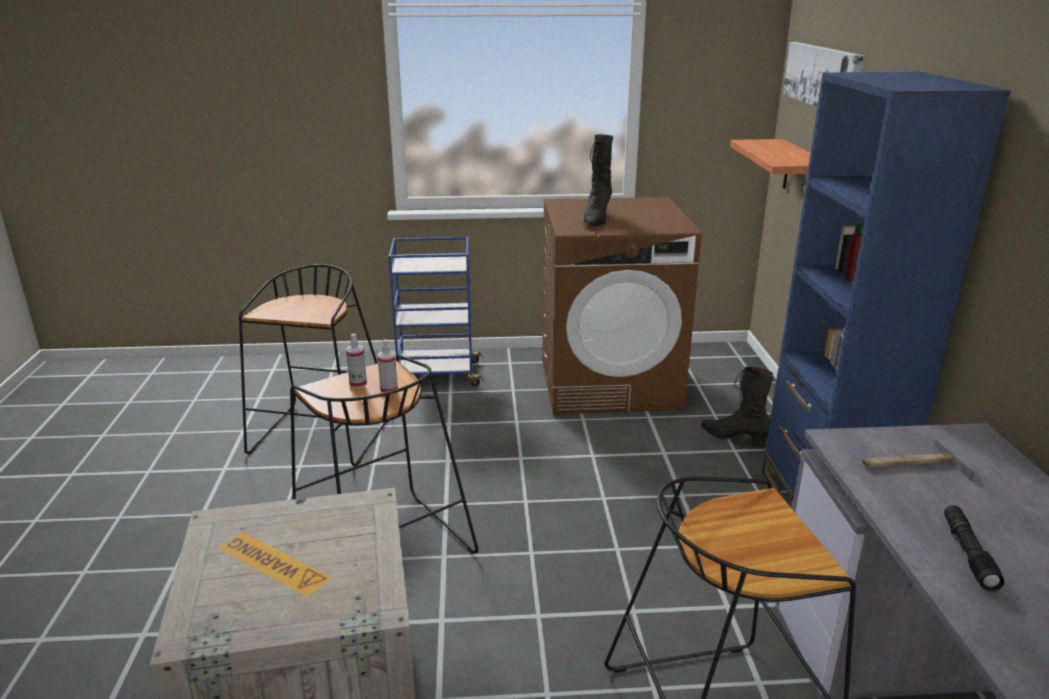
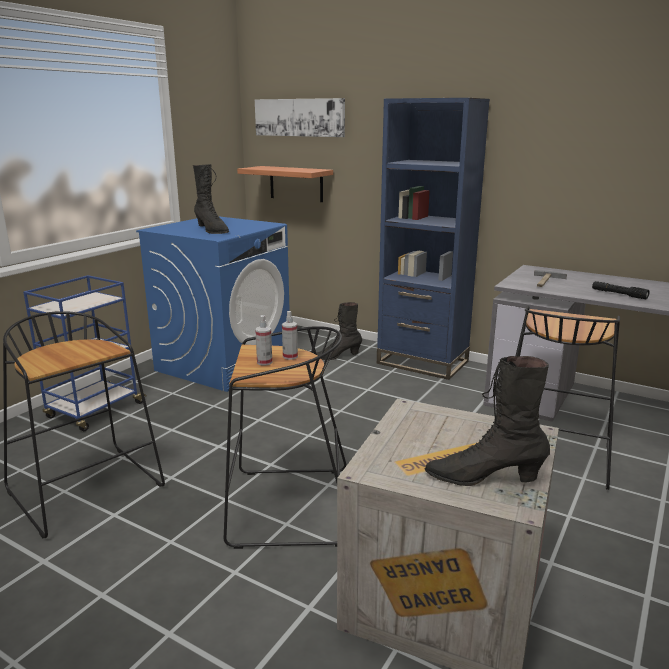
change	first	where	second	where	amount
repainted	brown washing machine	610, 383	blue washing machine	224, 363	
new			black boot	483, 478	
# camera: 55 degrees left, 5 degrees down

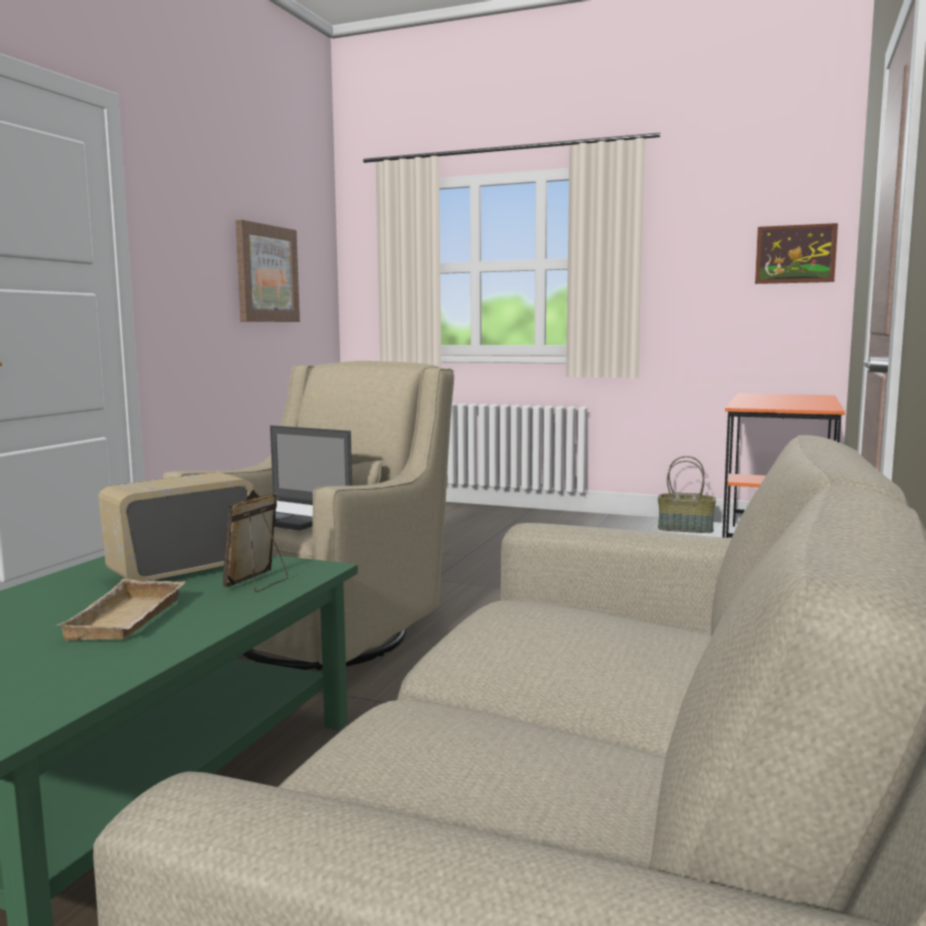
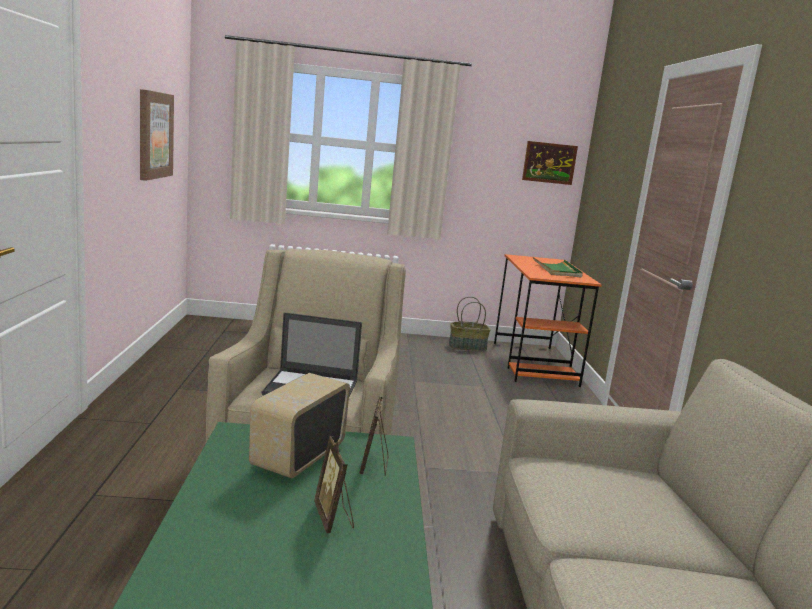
change	first	where	second	where	amount
swapped	beige tray	130, 620	picture frame	334, 518	
new			green tray	557, 270	
# camera: 25 degrees left, 5 degrees up

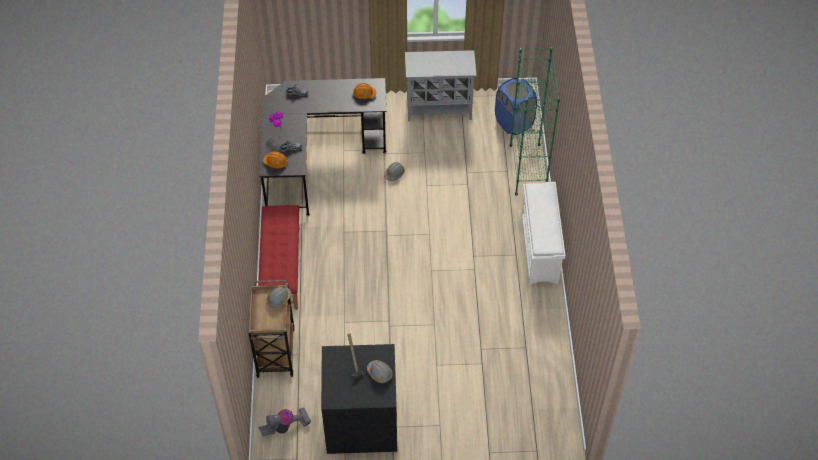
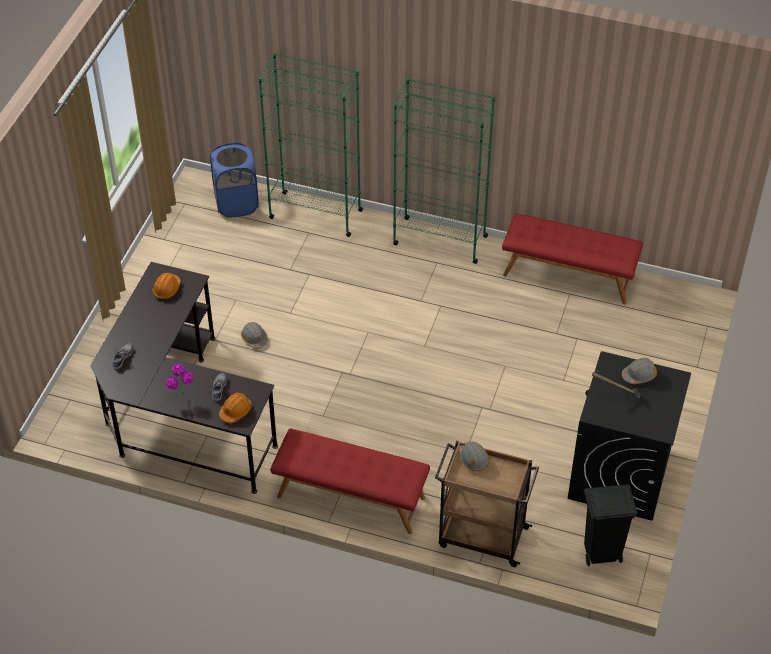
change	first	where	second	where	amount
swapped	white shoe rack	540, 250	green bookcase	439, 240	
new			red bench	569, 274	
swapped	vacuum cleaner	286, 427	black trash can	600, 553	
gone	grey cabinet	439, 109			
# camera: 70 degrees left, 5 degrees down

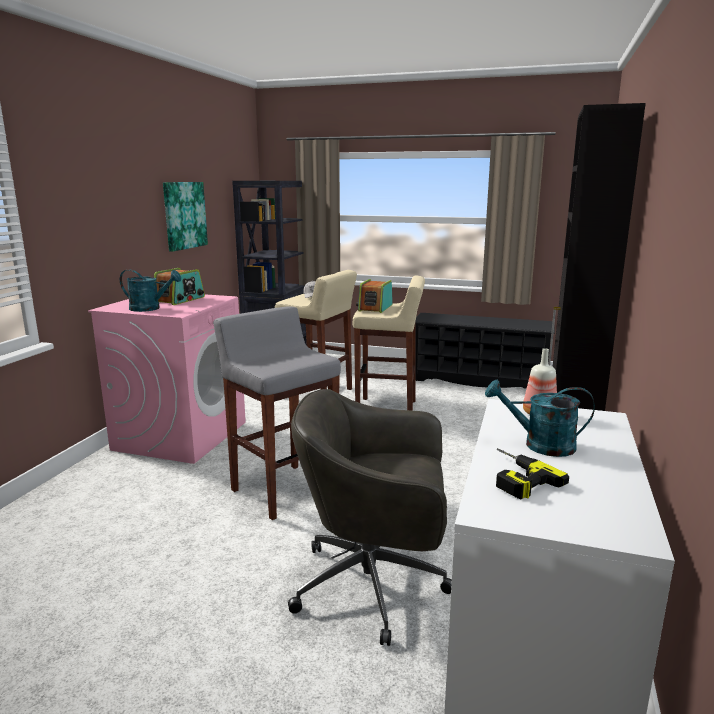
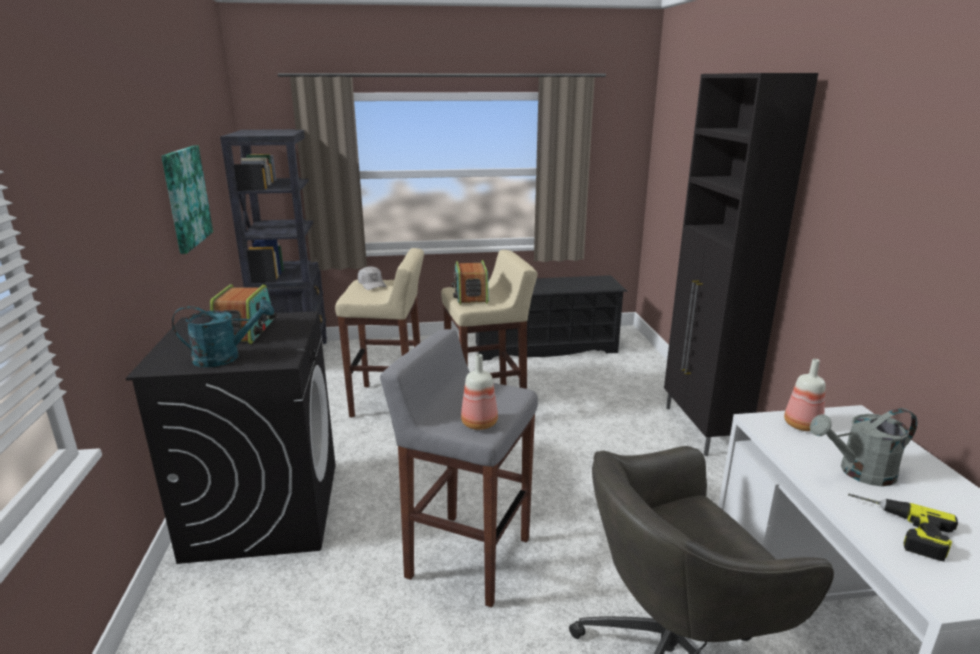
change	first	where	second	where	amount
repainted	pink washing machine	181, 435	black washing machine	264, 509	
new			bottle	478, 423	
repainted	turquoise watering can	540, 445	grey watering can	859, 472	
# camera: 25 degrees left, 5 degrees up

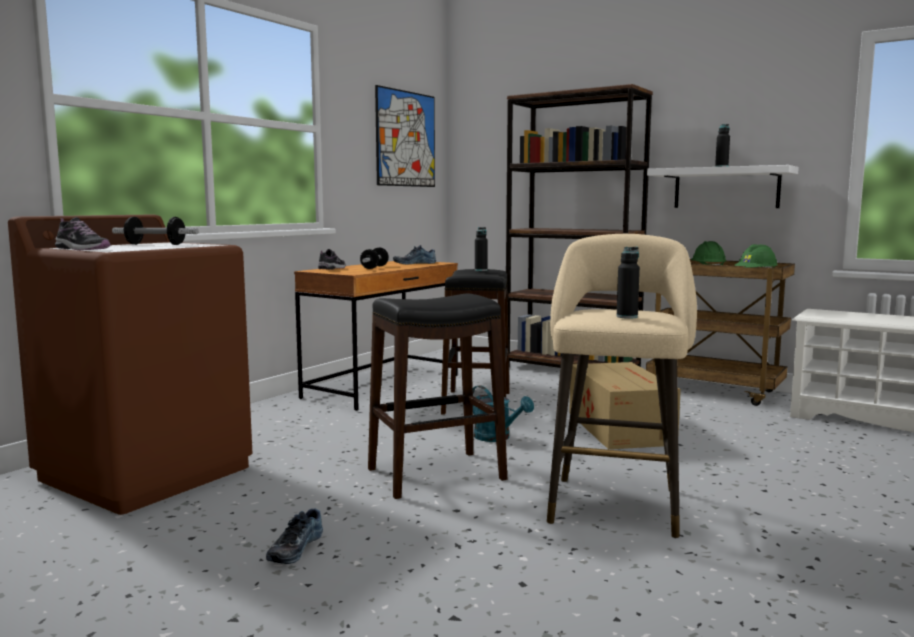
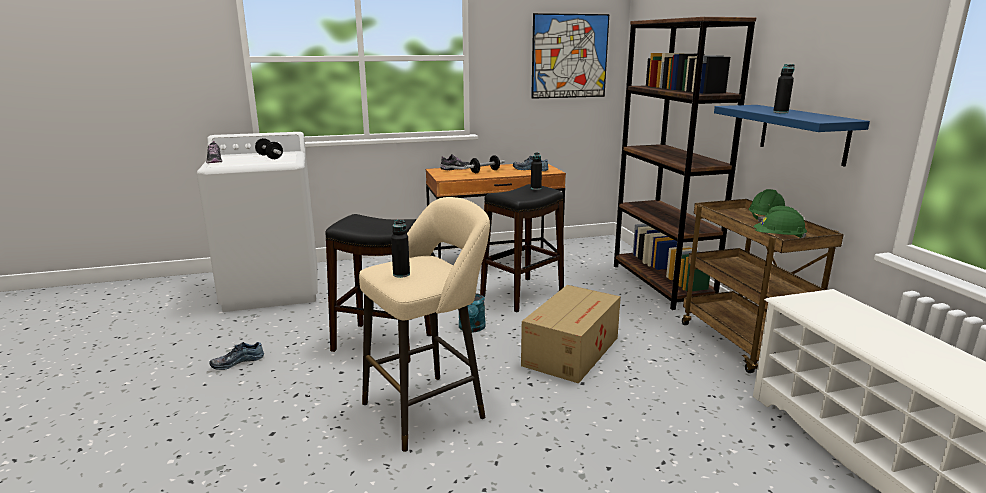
change	first	where	second	where	amount
repainted	brown washing machine	147, 472	white washing machine	273, 289	
repainted	white shelf	726, 188	blue shelf	803, 134	
# camera: 40 degrees right, 10 degrees up

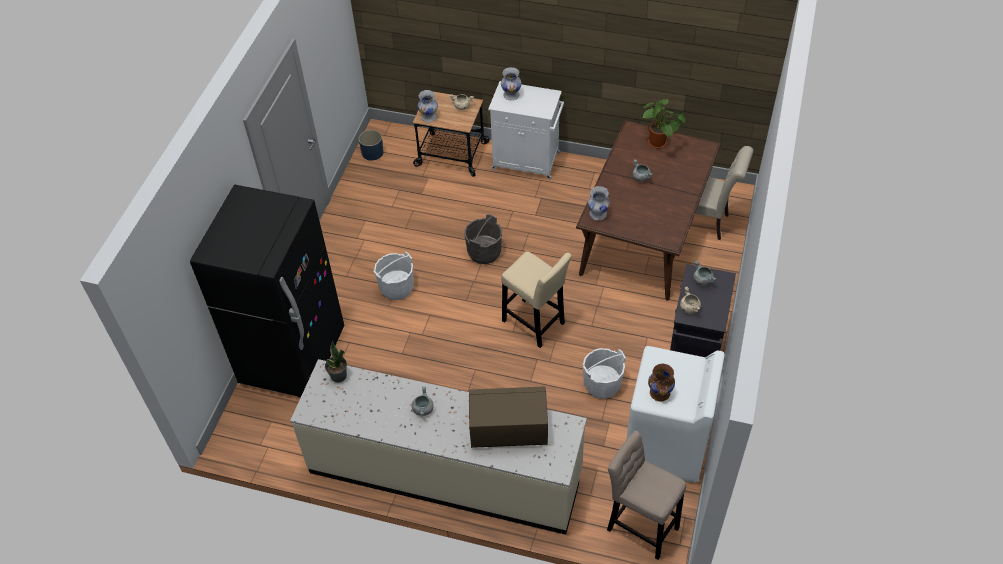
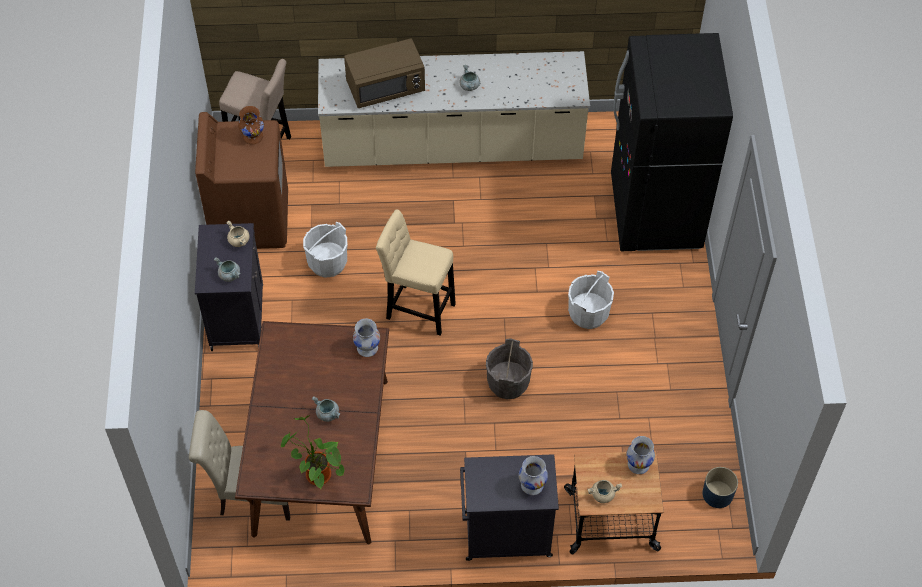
change	first	where	second	where	amount
repainted	white washing machine	666, 445	brown washing machine	250, 219	
repainted	white cabinet	527, 161	black cabinet	505, 534	
gone	potted plant	338, 376			
# camera: 160 degrees right, 5 degrees up

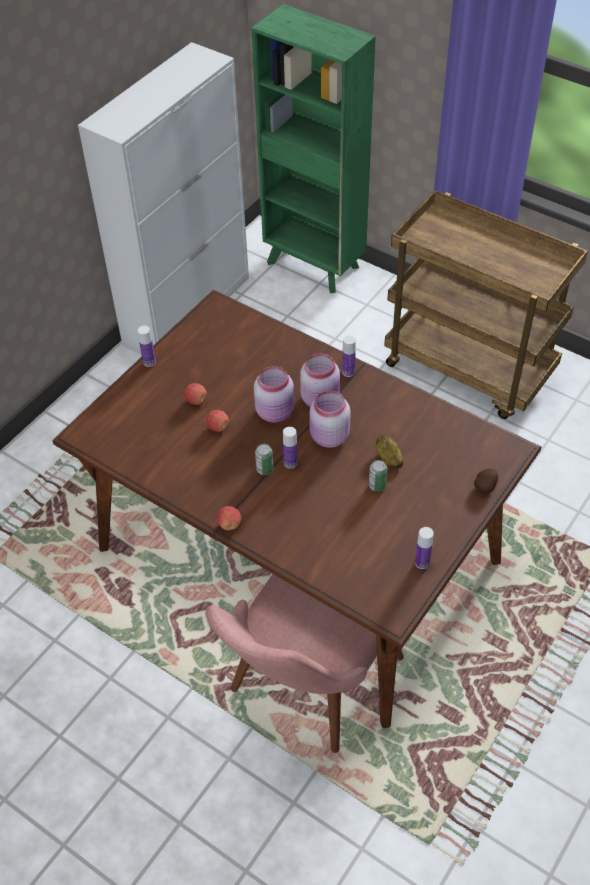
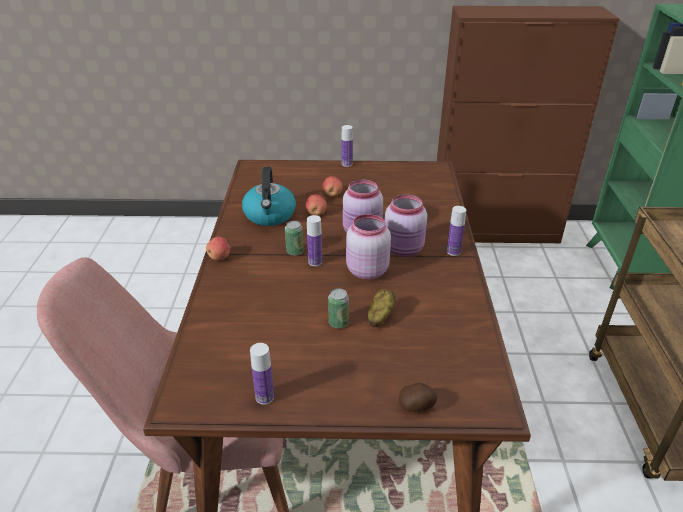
change	first	where	second	where	amount
new			kettle	270, 215	
repainted	white cabinet	188, 310	brown cabinet	494, 232	
# camera: 55 degrees right, 15 degrees down

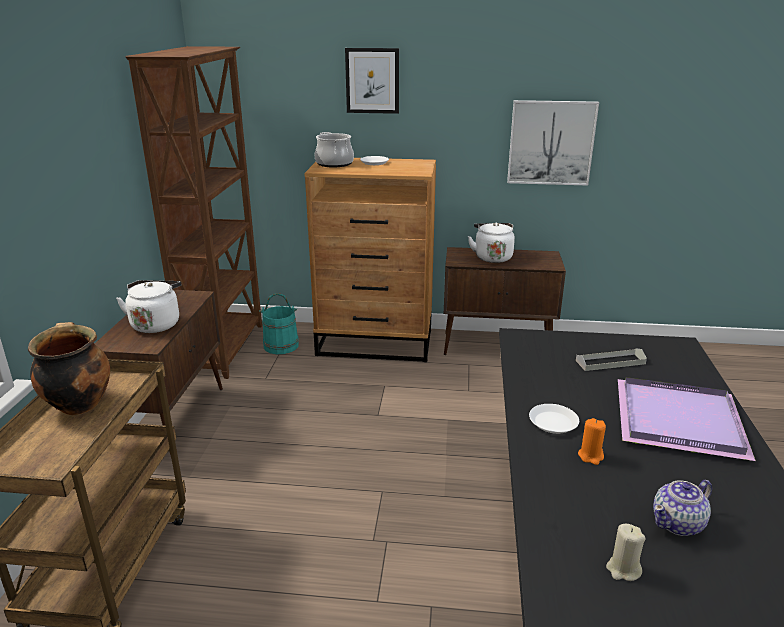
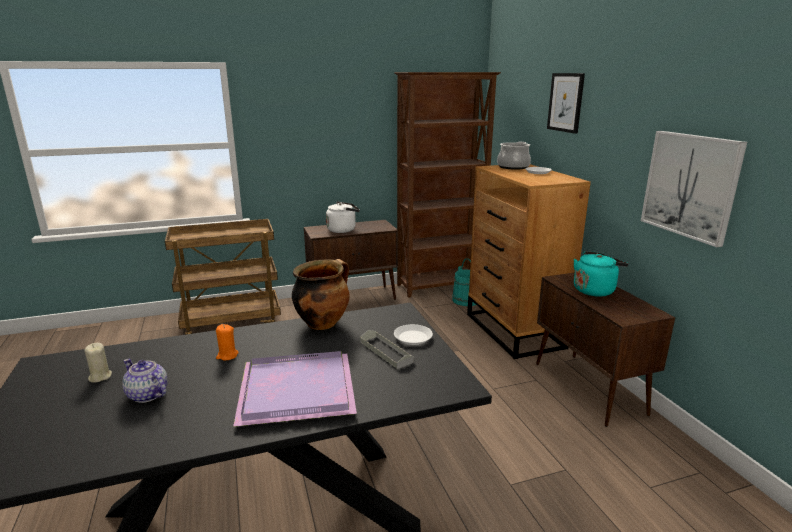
change	first	where	second	where	amount
shifted	cooking pot	78, 404		323, 323	
shifted	white plate	553, 422		413, 337	
repainted	white kettle	492, 257	turquoise kettle	595, 290	
# camera: 65 degrees right, 5 degrees down

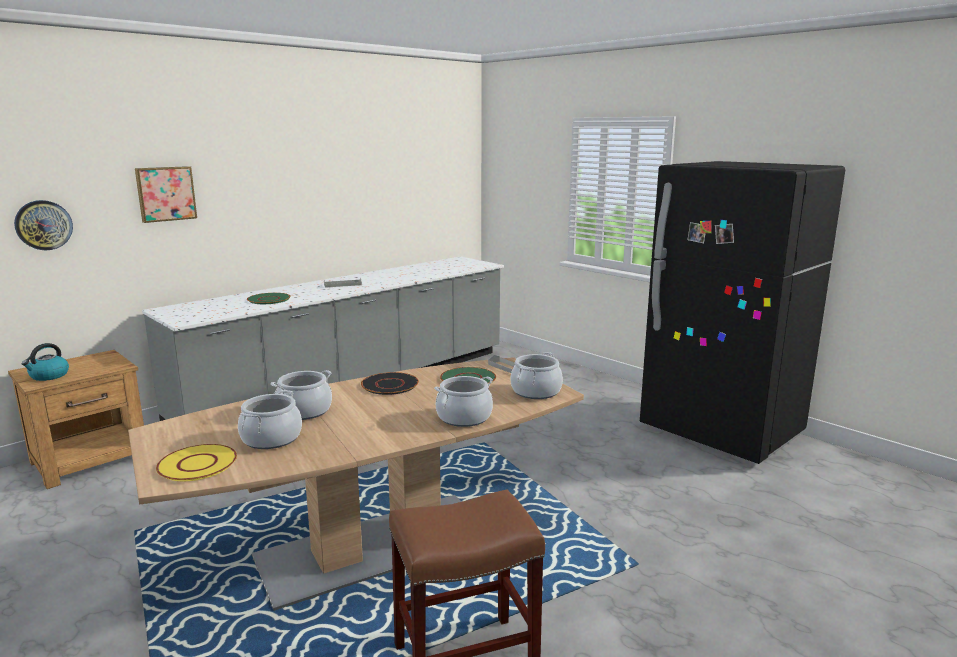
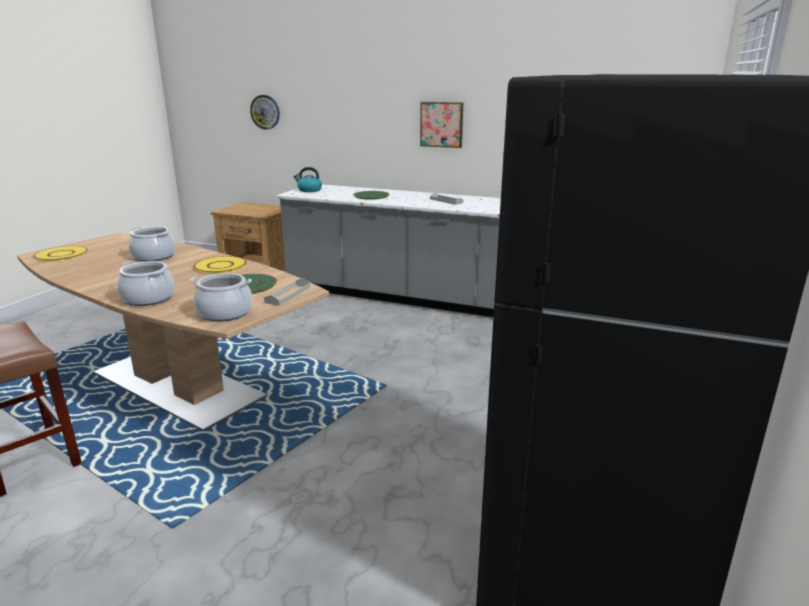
change	first	where	second	where	amount
repainted	black plate	390, 384	yellow plate	220, 266	
shifted	kettle	49, 376		309, 190	
shifted	picture	165, 193		442, 124	
gone	cooking pot	271, 438			
# camera: 65 degrees right, 5 degrees up

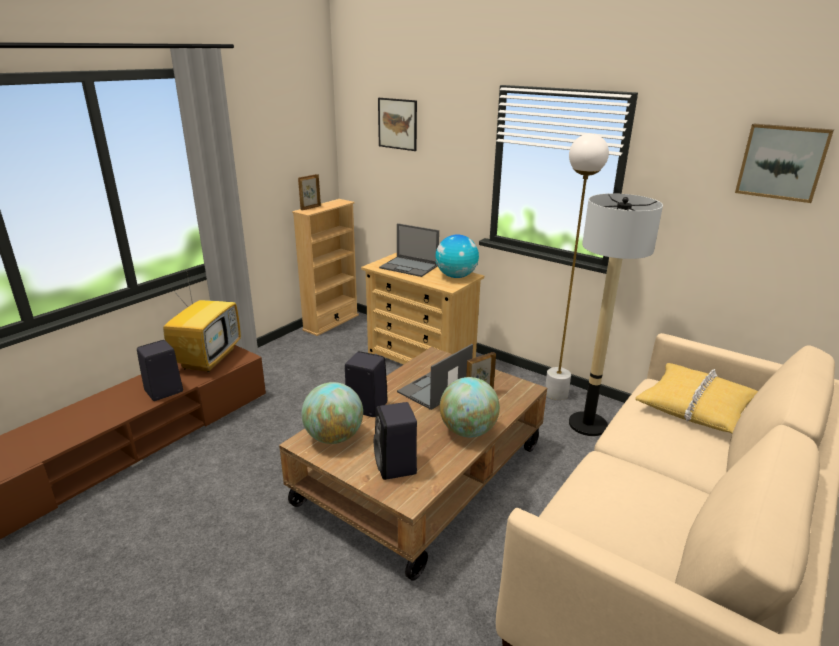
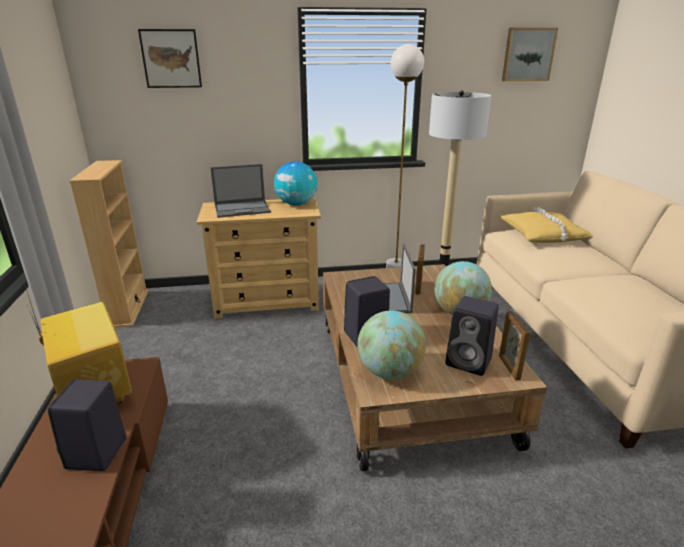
change	first	where	second	where	amount
shifted	picture frame	310, 208		509, 367	
# camera: 45 degrees left, 0 degrees up

